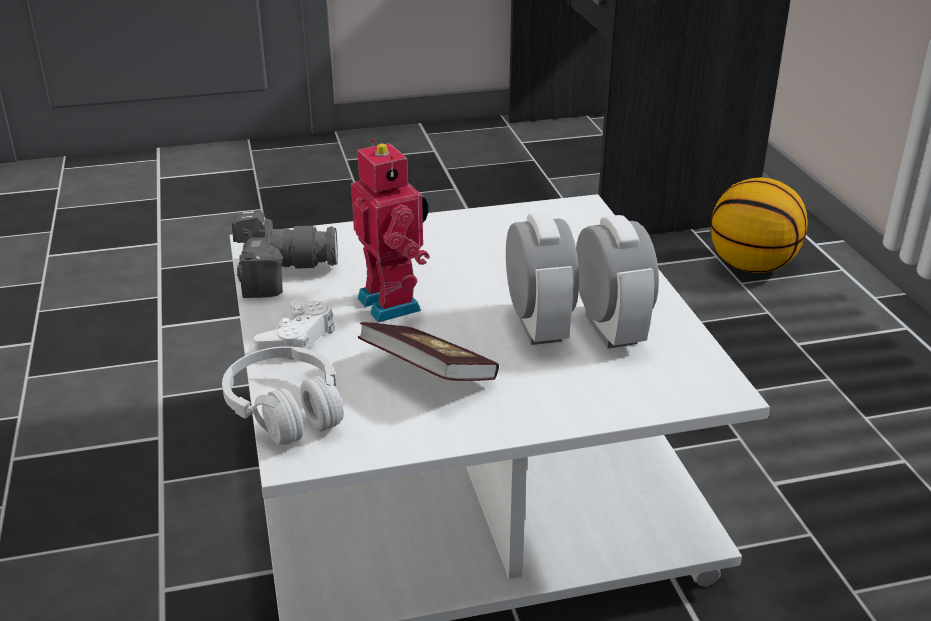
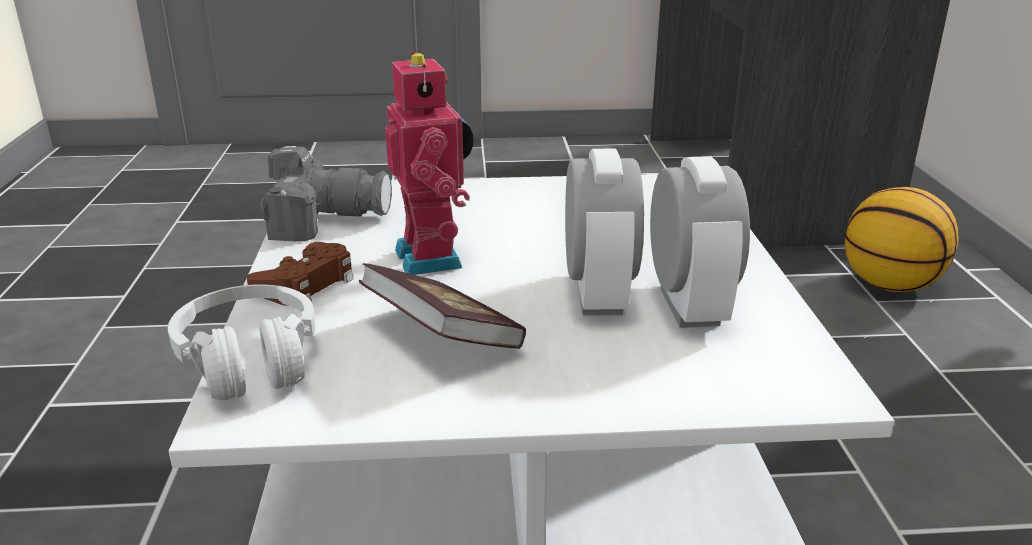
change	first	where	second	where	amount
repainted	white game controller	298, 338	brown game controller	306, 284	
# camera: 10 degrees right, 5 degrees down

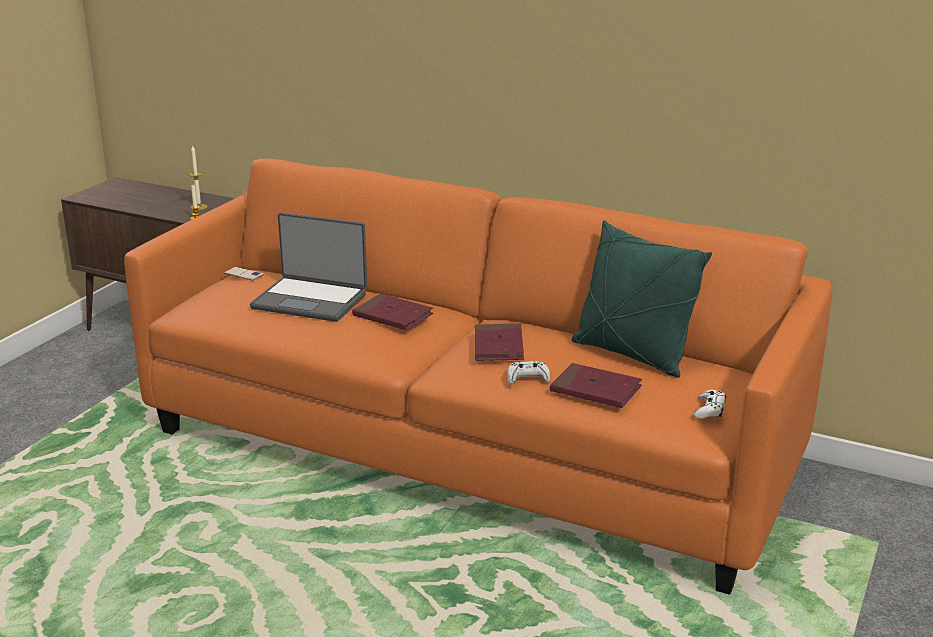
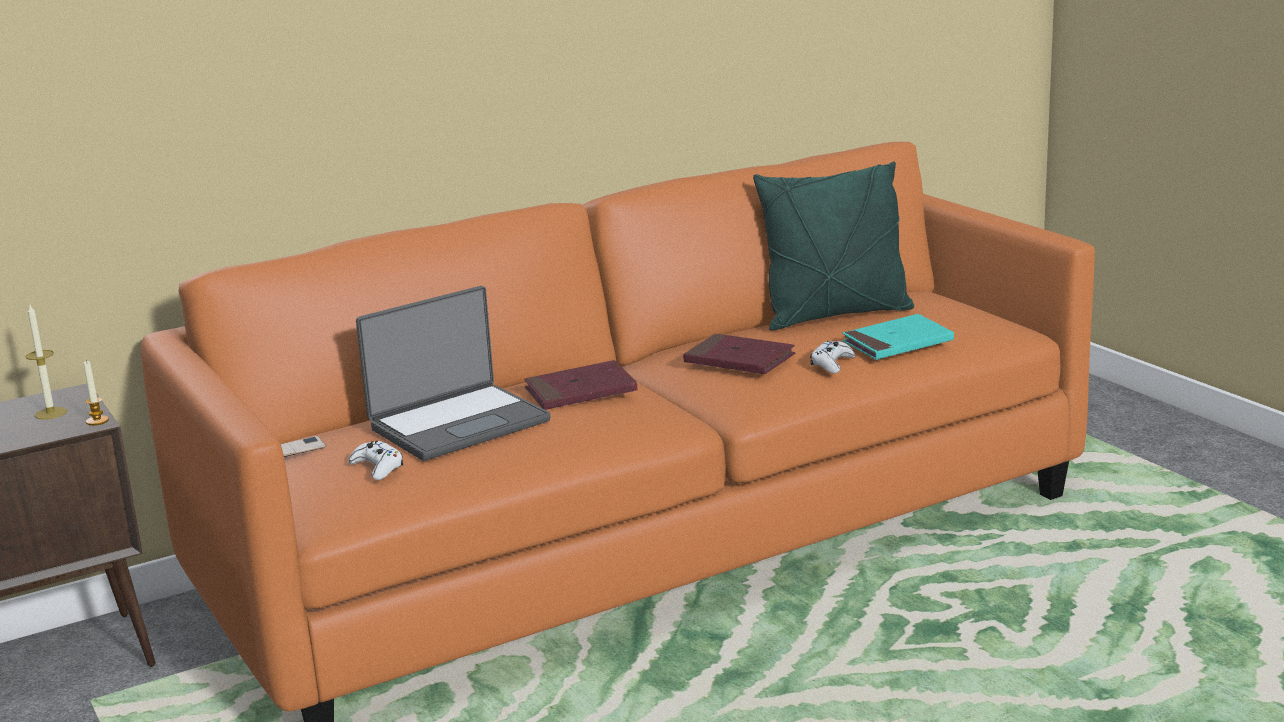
change	first	where	second	where	amount
shifted	white game controller	709, 410		377, 467	
repainted	red book	595, 390	turquoise book	897, 343	
# camera: 55 degrees left, 5 degrees down

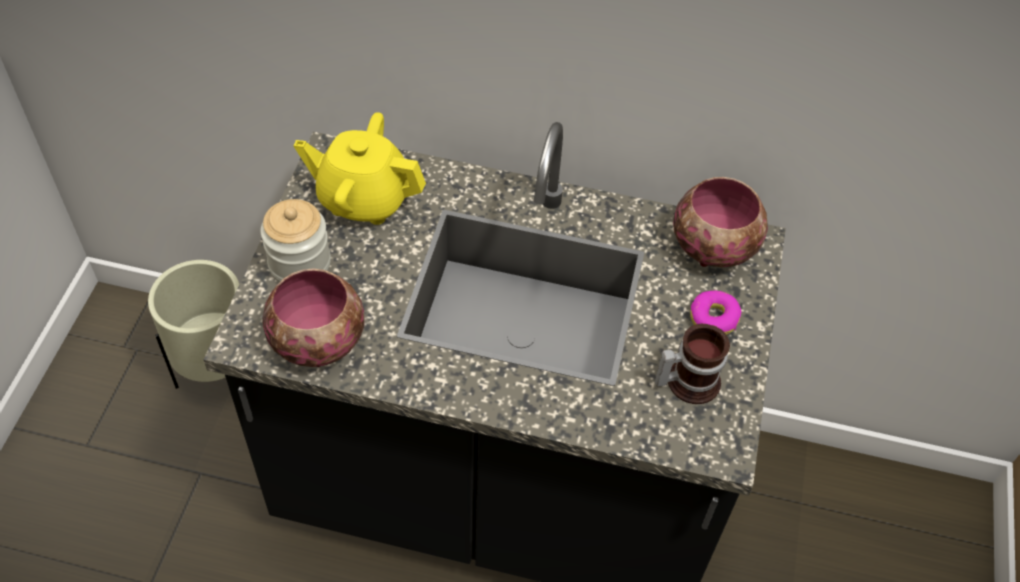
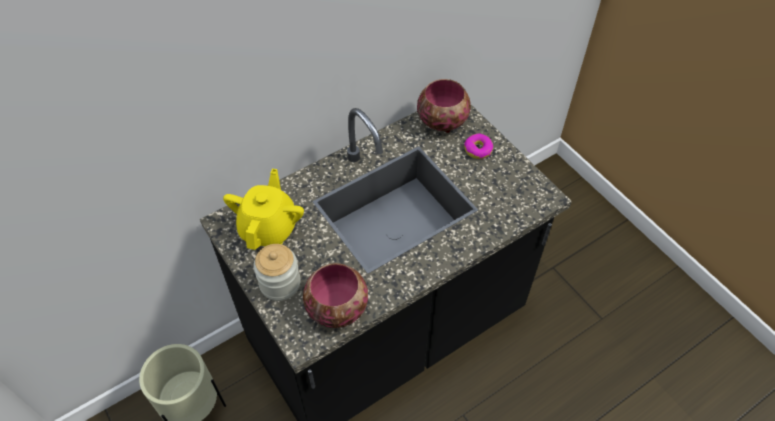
change	first	where	second	where	amount
rotated	yellow teapot	363, 199		269, 228	135 degrees clockwise
gone	mug	687, 380			
# camera: 45 degrees left, 0 degrees up

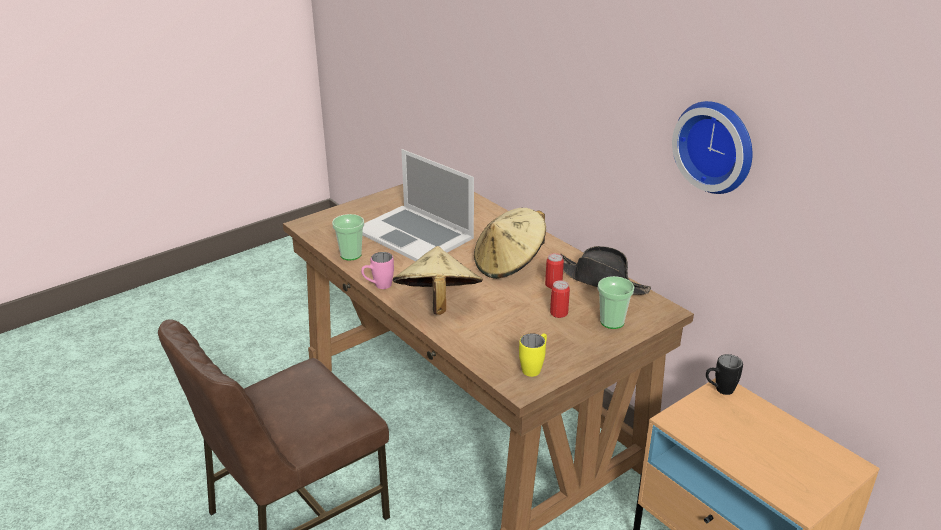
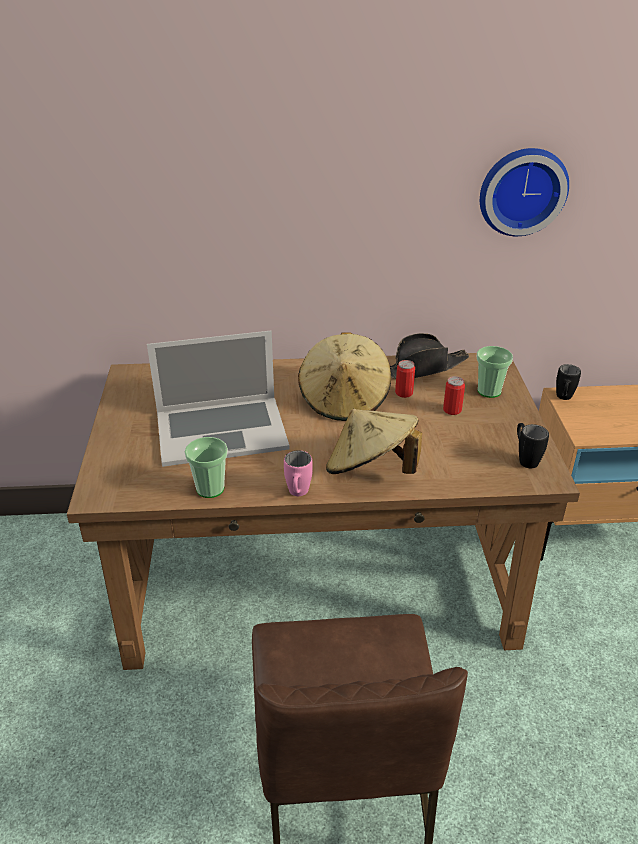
change	first	where	second	where	amount
repainted	yellow mug	534, 367	black mug	525, 458	
# camera: 55 degrees left, 5 degrees up

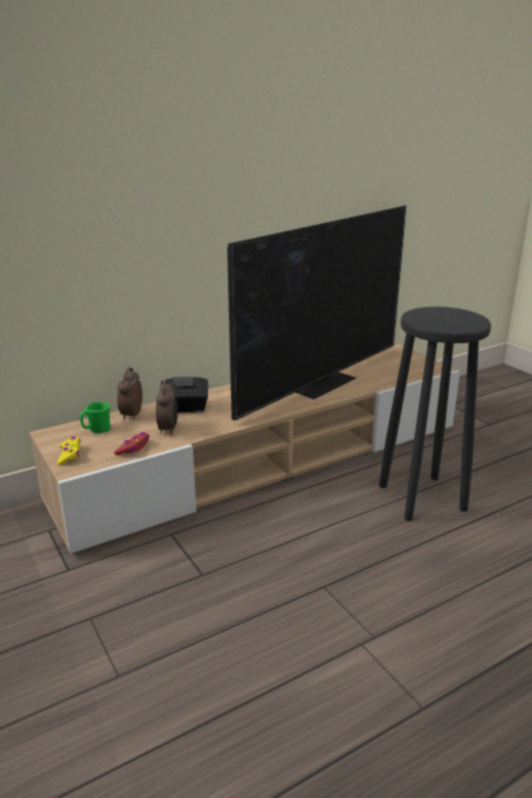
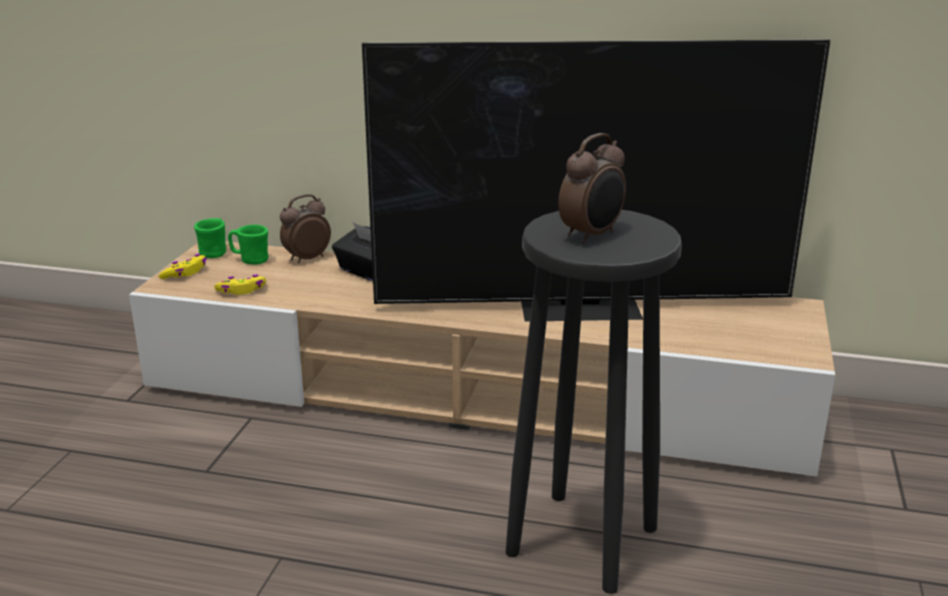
change	first	where	second	where	amount
new			green mug	215, 252	
repainted	red game controller	133, 448	yellow game controller	242, 291	
shifted	alarm clock	168, 429		592, 235	
# camera: 45 degrees right, 0 degrees up

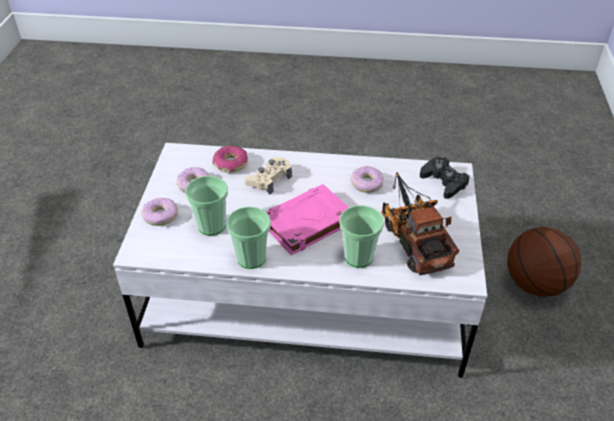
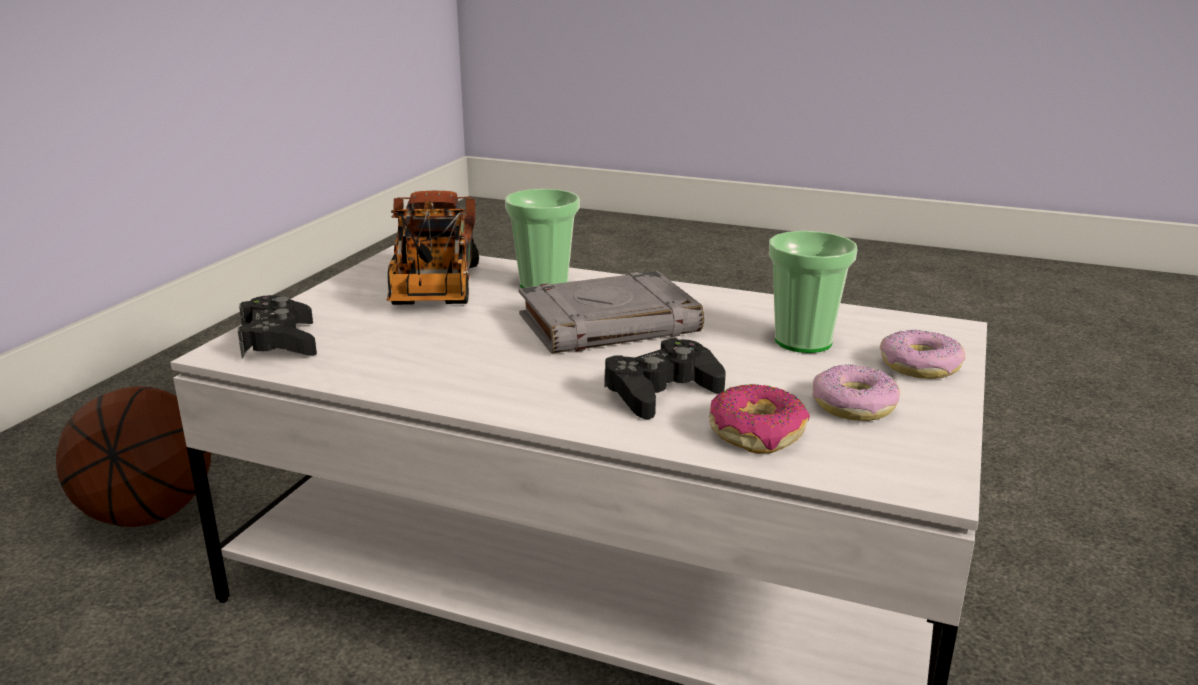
change	first	where	second	where	amount
repainted	pink book	306, 223	grey book	610, 324	
repainted	beige game controller	269, 179	black game controller	661, 391	
gone	cup	251, 258			
gone	donut	366, 184			
# camera: 165 degrees left, 20 degrees down

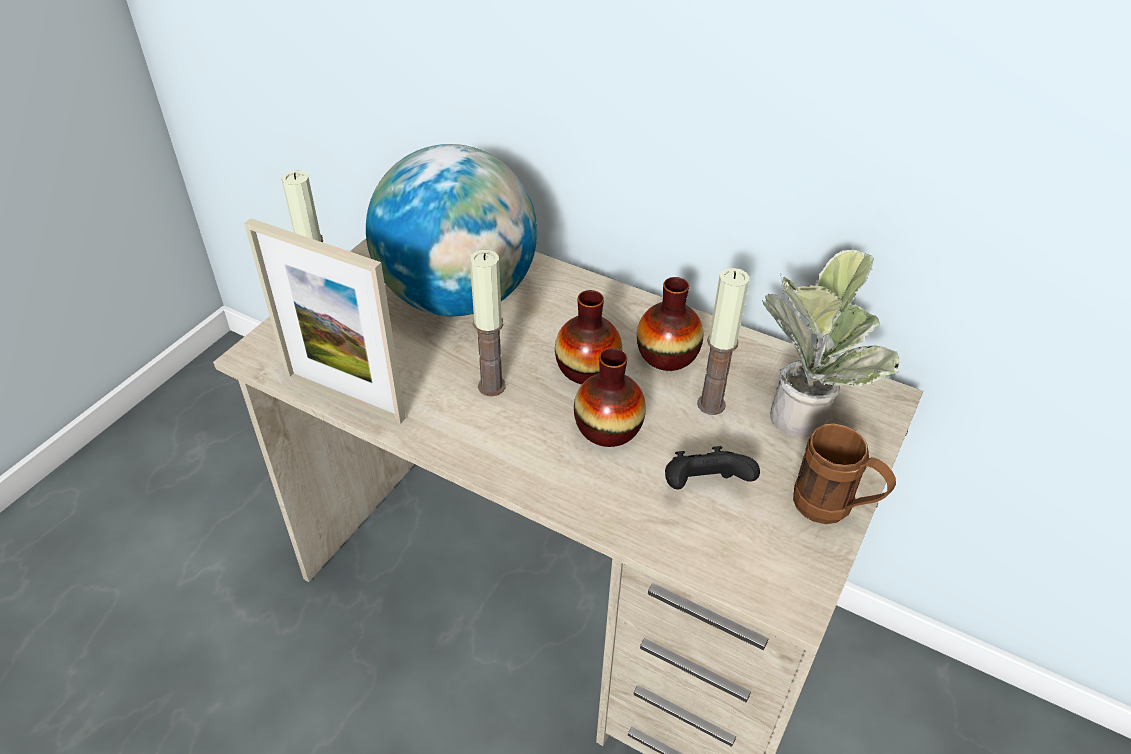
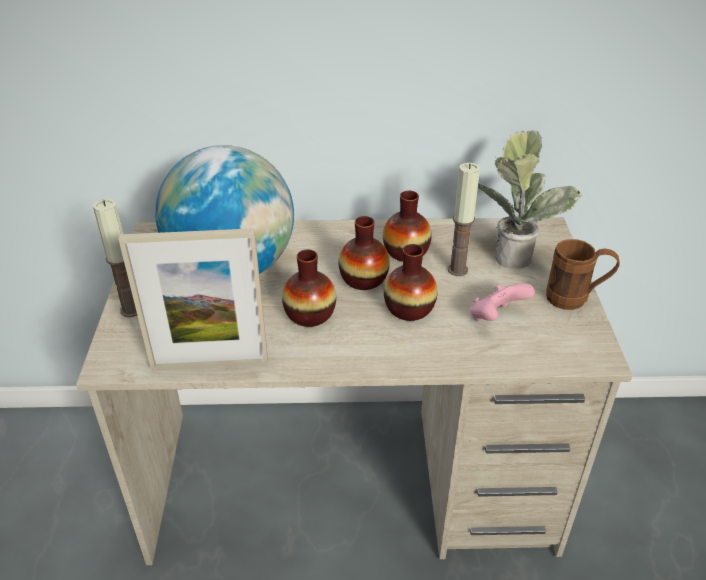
change	first	where	second	where	amount
swapped	candle	491, 386	vase	310, 314	
repainted	black game controller	704, 487	pink game controller	496, 318	
# camera: 30 degrees left, 5 degrees down

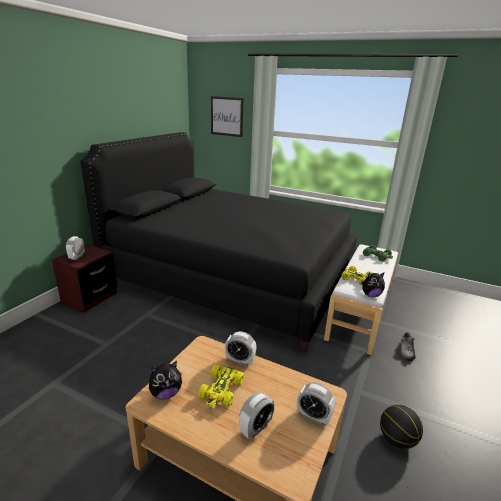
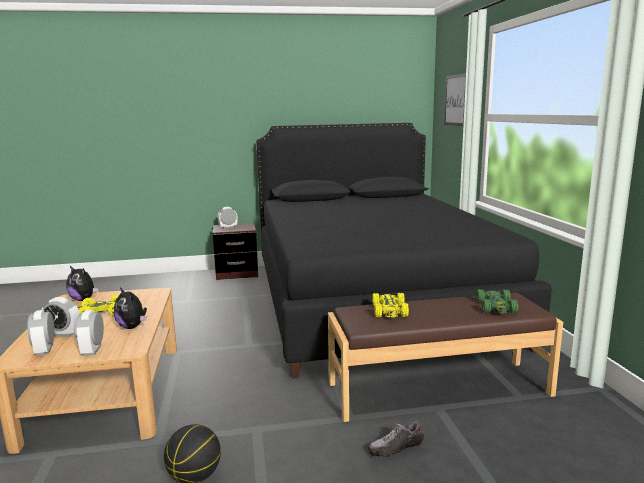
change	first	where	second	where	amount
shifted	alarm clock	240, 360		45, 350	
shifted	plush toy	370, 295		132, 327	
repainted	white bench	360, 311	brown bench	438, 388	
# camera: 55 degrees right, 10 degrees down

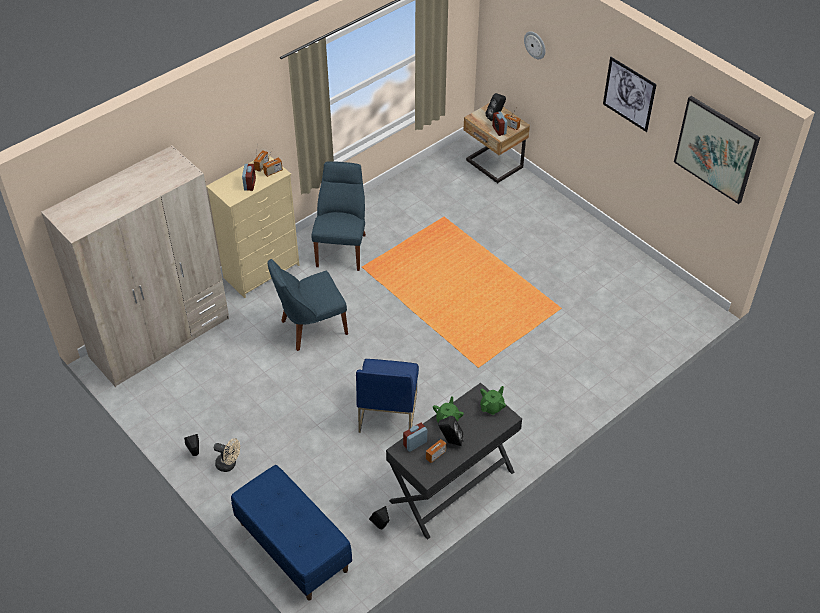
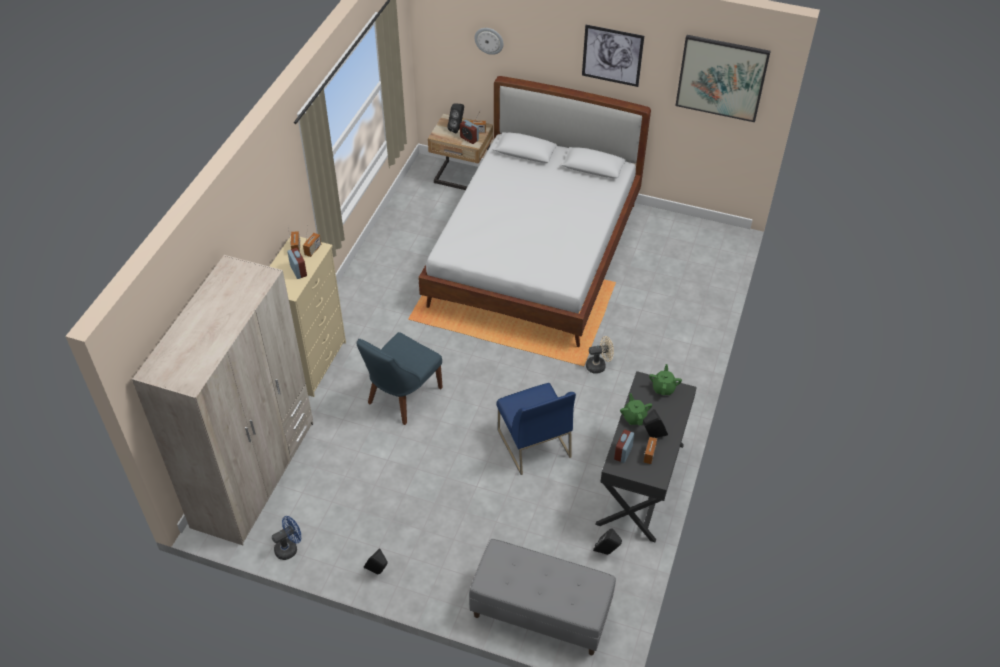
change	first	where	second	where	amount
new			blue fan	289, 548	
new			white bed	535, 256	
repainted	blue bench	292, 547	grey bench	540, 613	
shifted	beige fan	229, 464		599, 365	
gone	blue chair	342, 248			
# camera: 30 degrees left, 0 degrees up

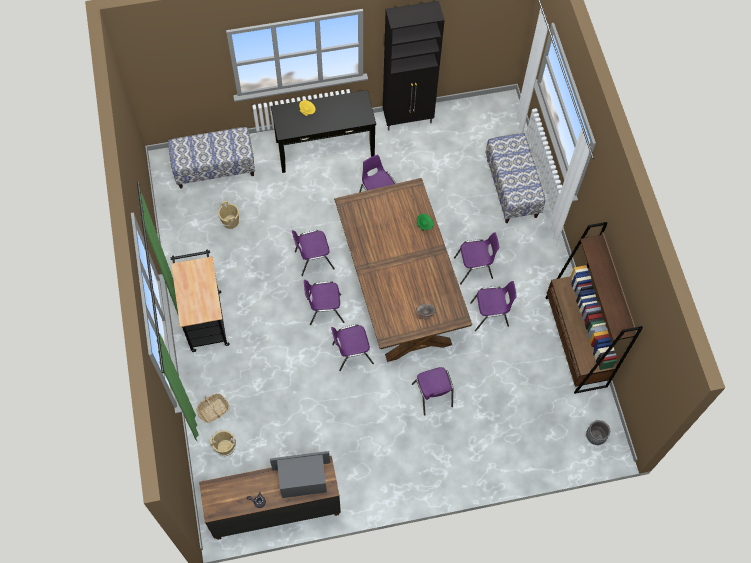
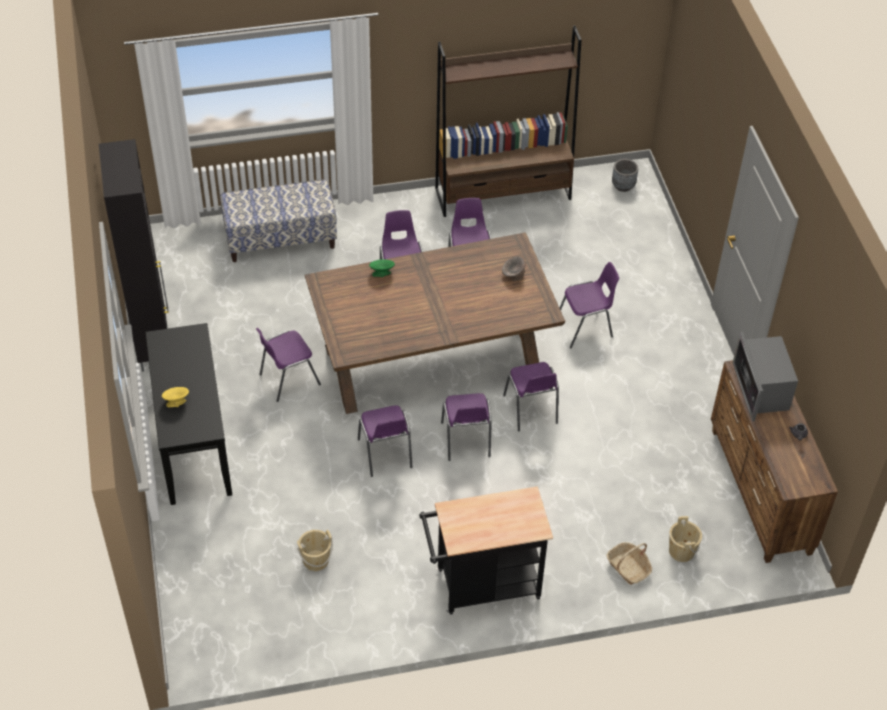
change	first	where	second	where	amount
gone	bench	215, 168			
# camera: 90 degrees left, 15 degrees down

